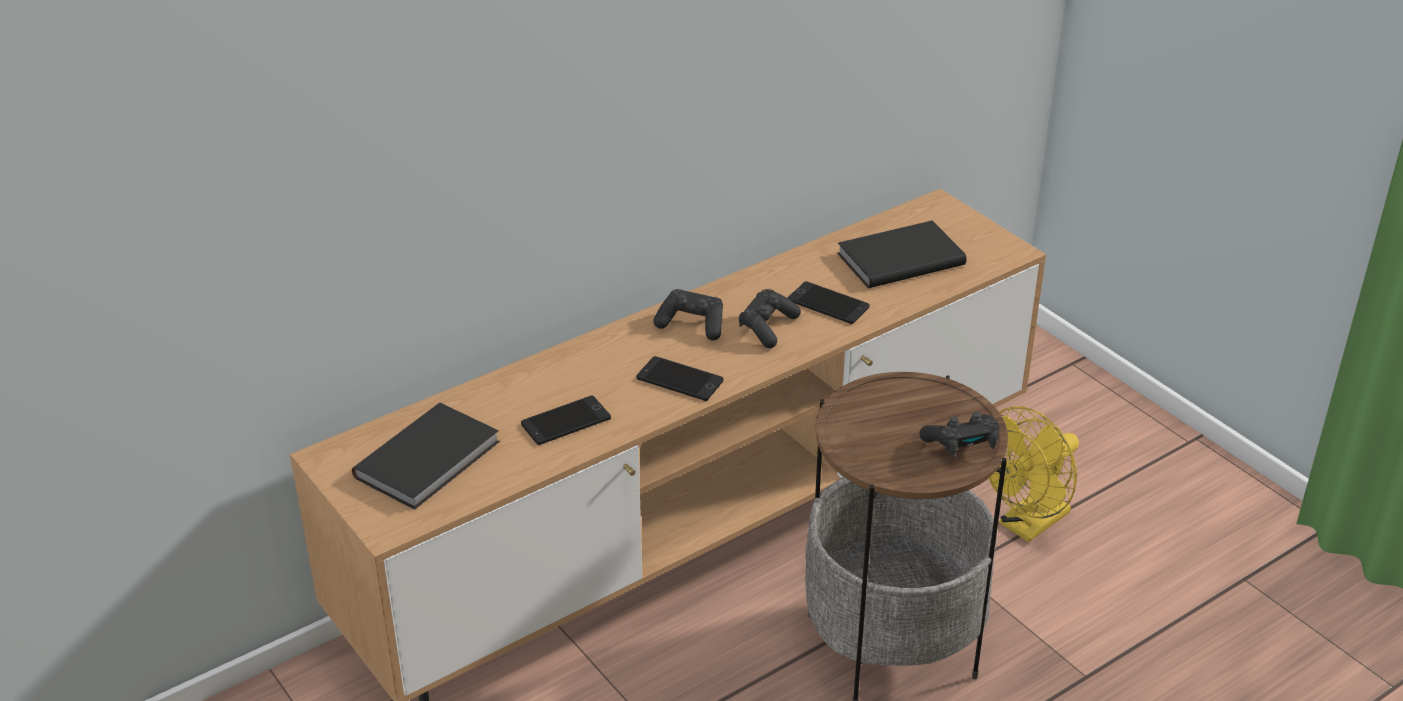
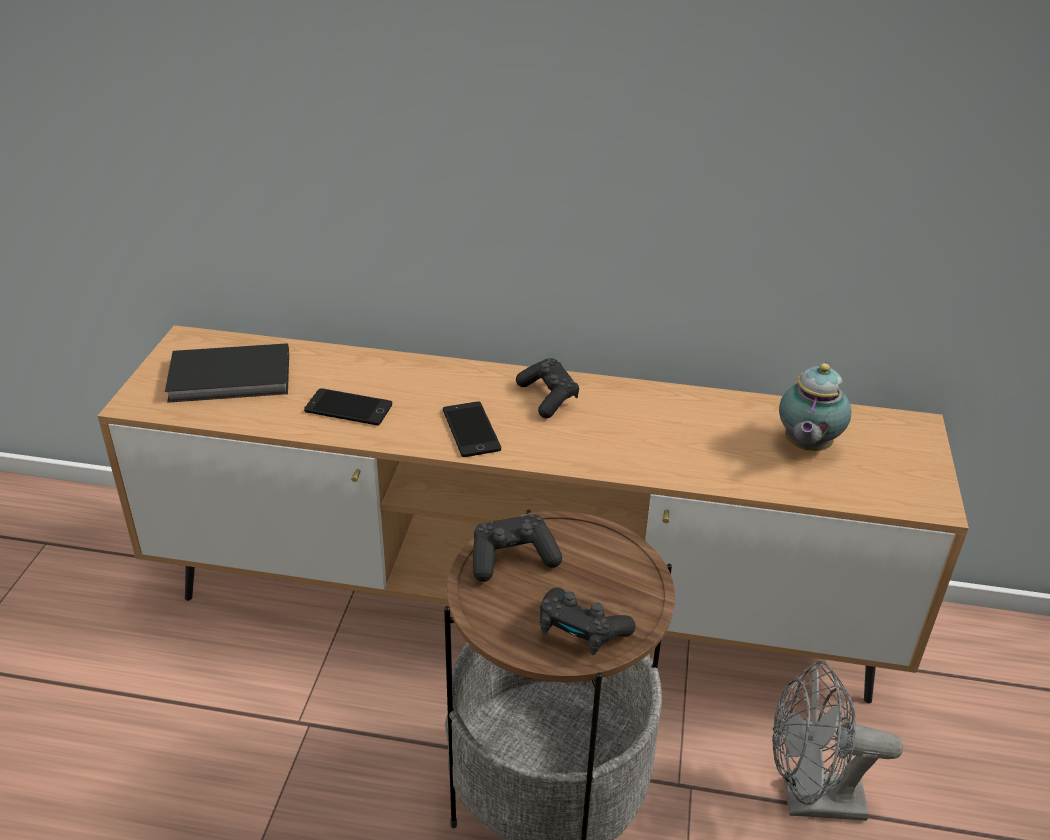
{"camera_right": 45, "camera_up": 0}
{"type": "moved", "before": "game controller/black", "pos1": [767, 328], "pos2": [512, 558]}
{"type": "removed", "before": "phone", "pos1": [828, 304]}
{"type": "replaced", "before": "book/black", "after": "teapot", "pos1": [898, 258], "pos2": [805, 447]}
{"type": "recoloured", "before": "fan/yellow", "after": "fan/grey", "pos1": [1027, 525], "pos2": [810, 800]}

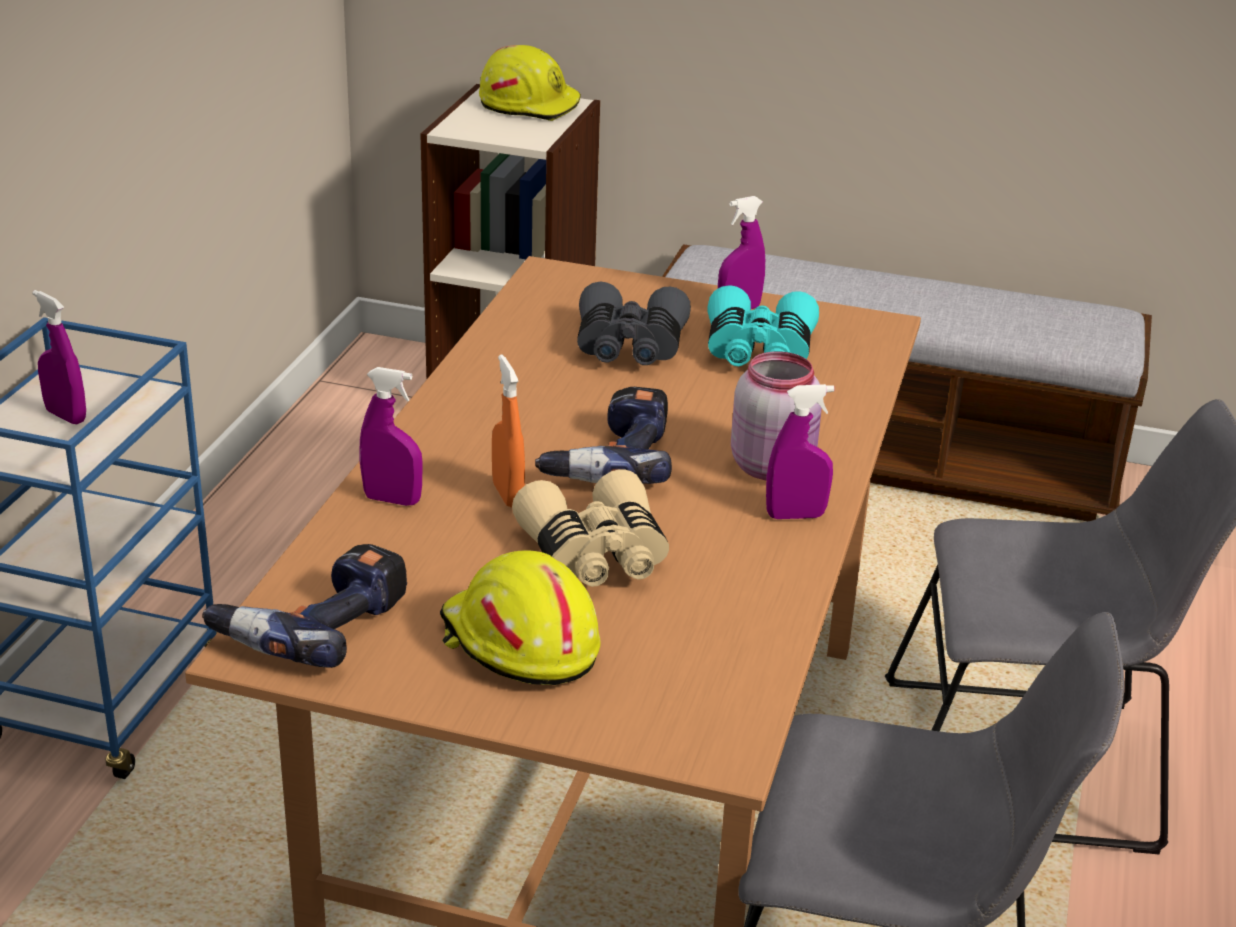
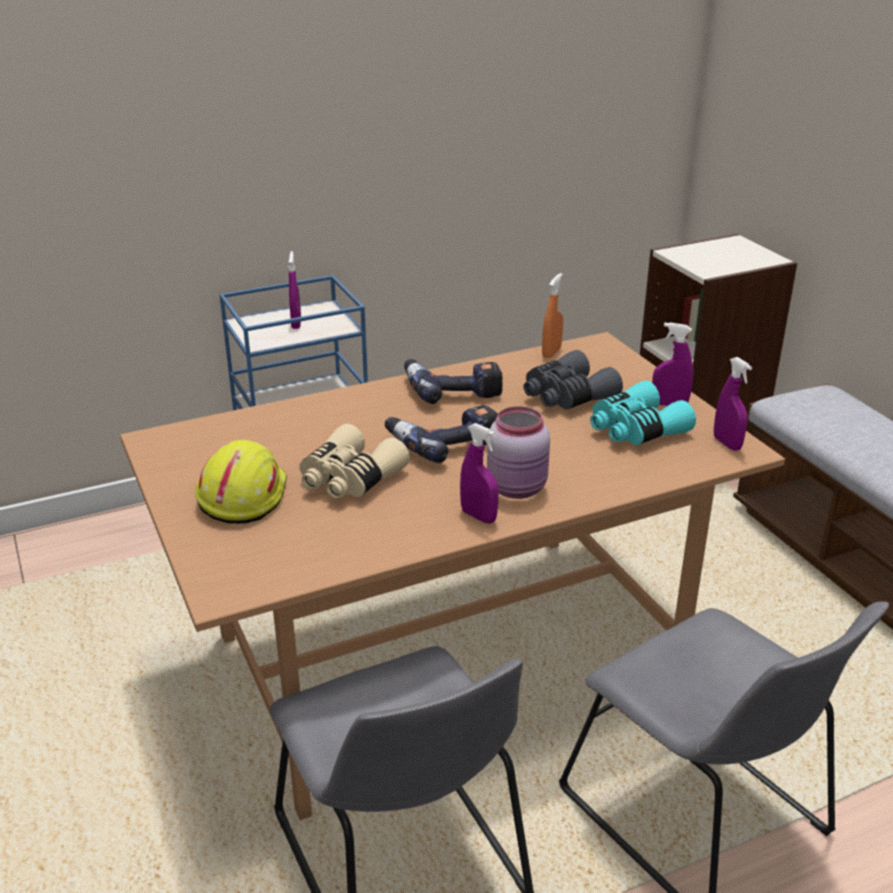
{"camera_right": 50, "camera_up": 0}
{"type": "moved", "before": "power drill", "pos1": [313, 624], "pos2": [452, 389]}
{"type": "moved", "before": "spray bottle/purple", "pos1": [392, 500], "pos2": [727, 444]}
{"type": "removed", "before": "hard hat/yellow", "pos1": [529, 104]}
{"type": "moved", "before": "spray bottle/orange", "pos1": [508, 495], "pos2": [551, 352]}

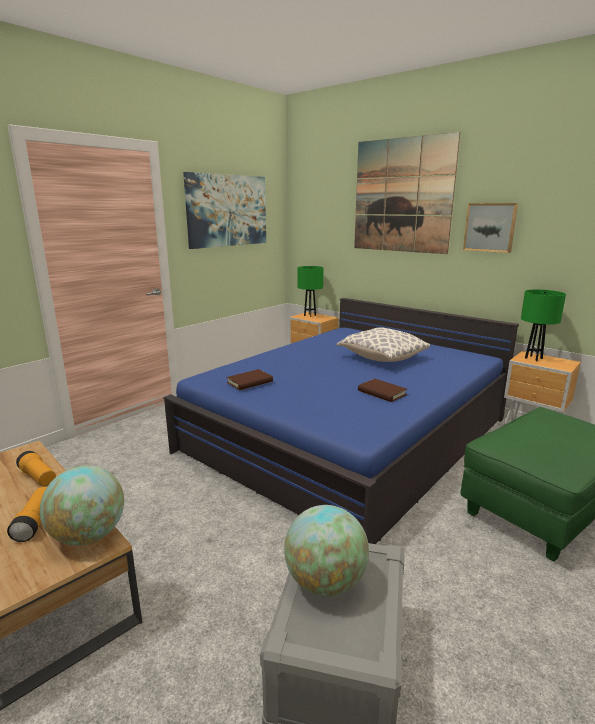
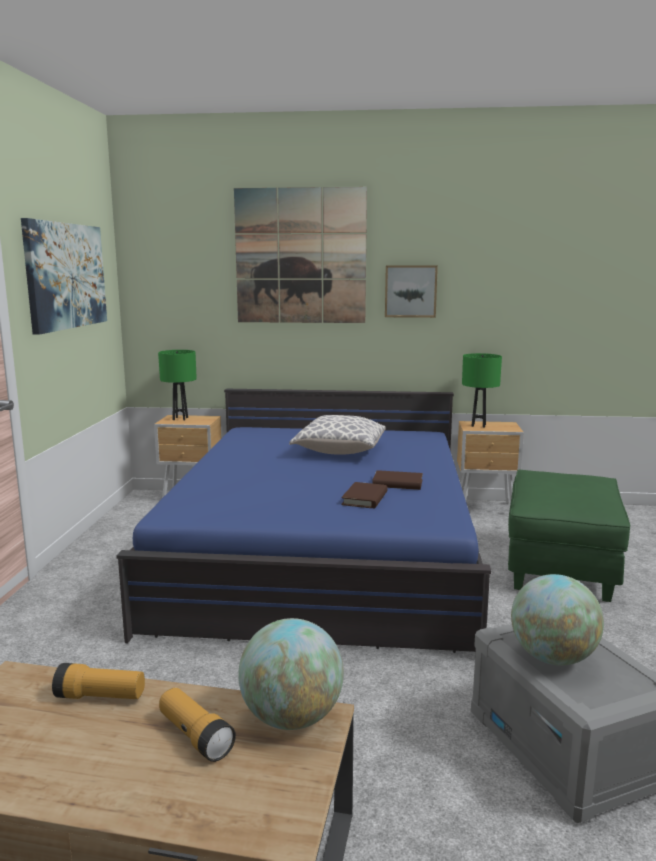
{"camera_right": -35, "camera_up": -5}
{"type": "moved", "before": "book/brown", "pos1": [249, 382], "pos2": [365, 498]}

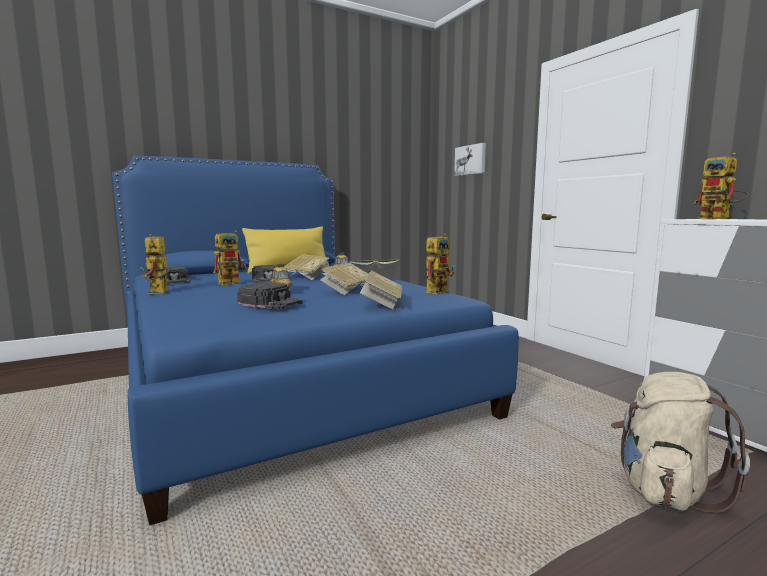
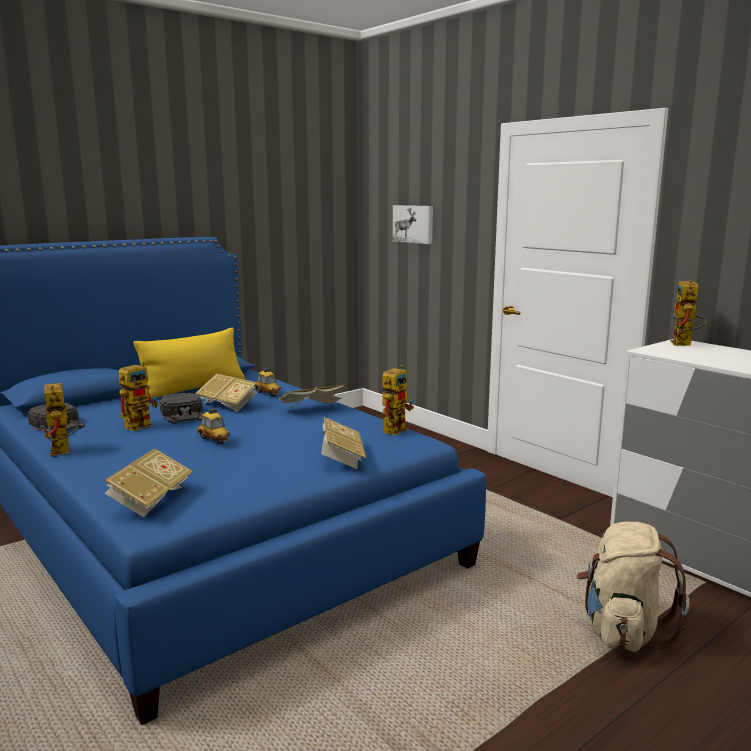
{"camera_right": -10, "camera_up": 5}
{"type": "removed", "before": "cap/black", "pos1": [270, 303]}
{"type": "moved", "before": "book", "pos1": [347, 290], "pos2": [150, 500]}
{"type": "turned", "before": "toy robot", "pos1": [720, 218], "pos2": [684, 345], "turn": 45}

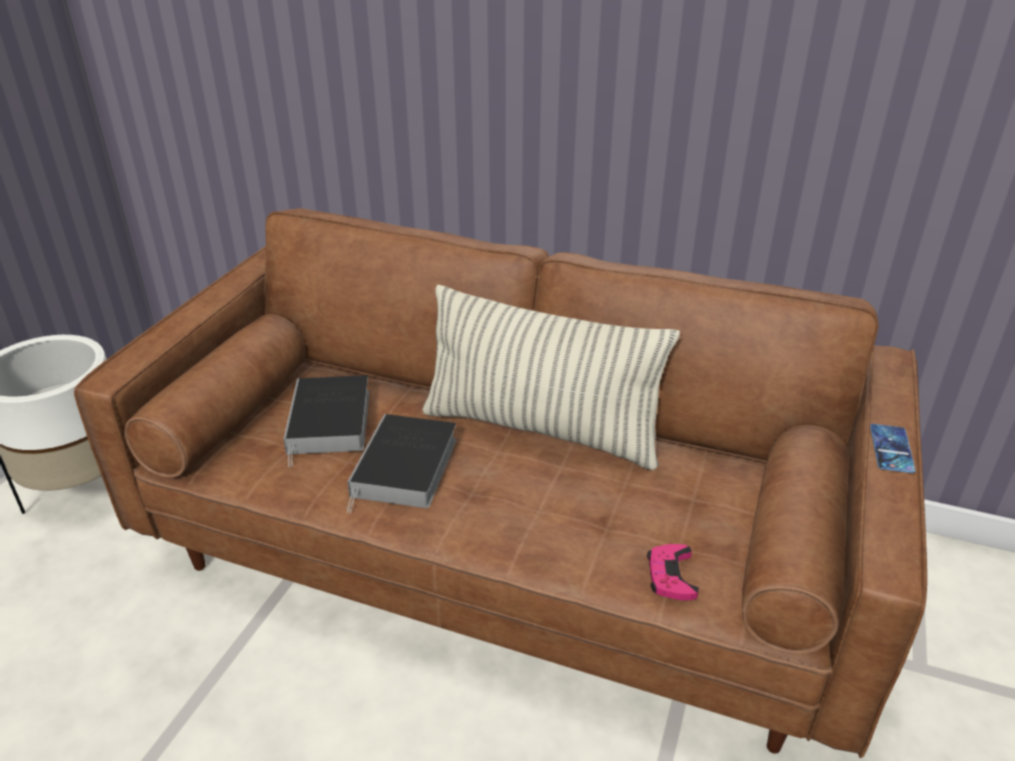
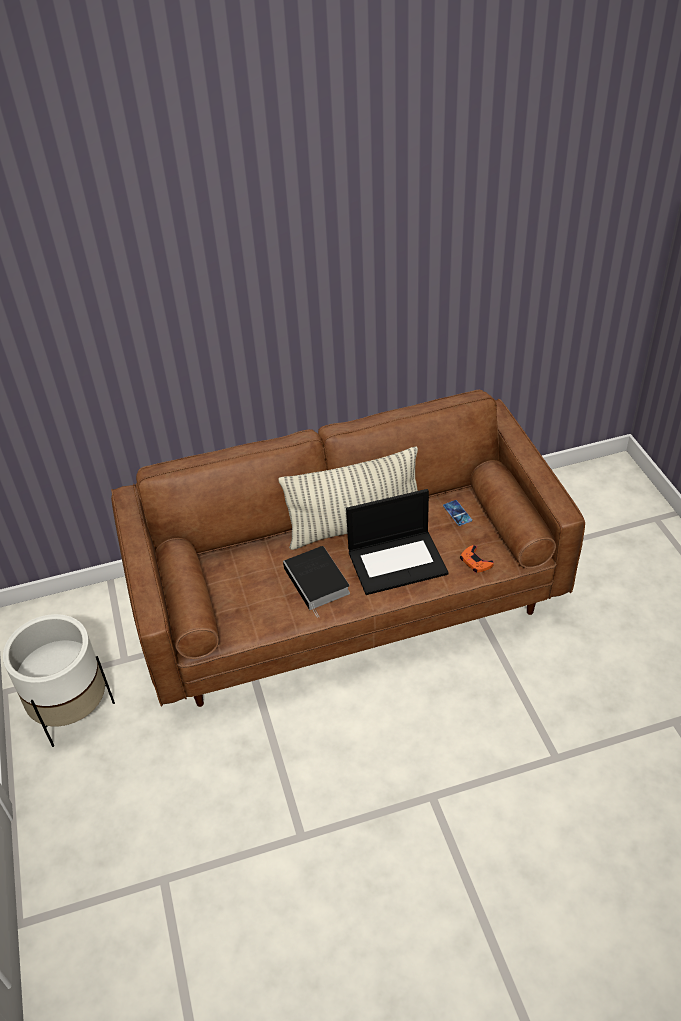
{"camera_right": -35, "camera_up": 10}
{"type": "removed", "before": "book", "pos1": [330, 423]}
{"type": "recoloured", "before": "game controller/pink", "after": "game controller/orange", "pos1": [671, 576], "pos2": [475, 562]}
{"type": "moved", "before": "phone", "pos1": [891, 449], "pos2": [457, 513]}
{"type": "added", "after": "laptop", "pos2": [398, 561]}

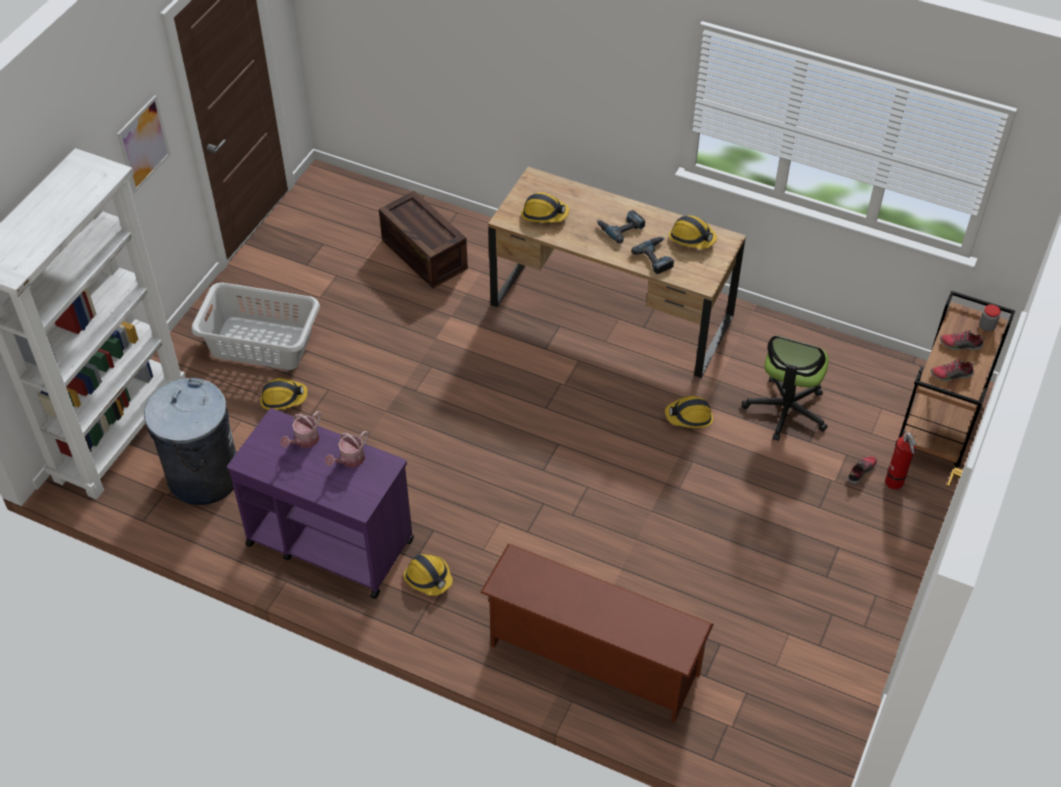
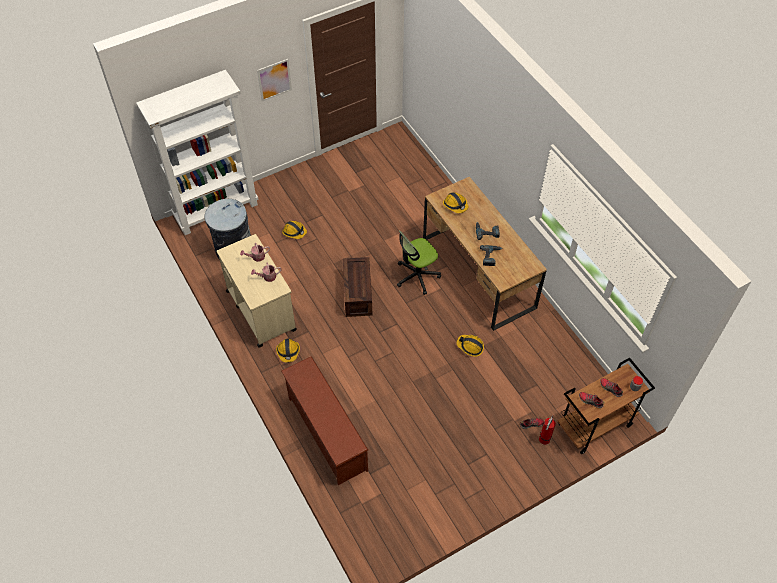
{"camera_right": 35, "camera_up": 5}
{"type": "removed", "before": "laundry basket/grey", "pos1": [261, 344]}
{"type": "recoloured", "before": "cart/purple", "after": "cart/beige", "pos1": [329, 542], "pos2": [261, 310]}
{"type": "moved", "before": "crate", "pos1": [422, 254], "pos2": [357, 293]}
{"type": "removed", "before": "hard hat", "pos1": [692, 238]}
{"type": "moved", "before": "office chair", "pos1": [786, 410], "pos2": [417, 276]}

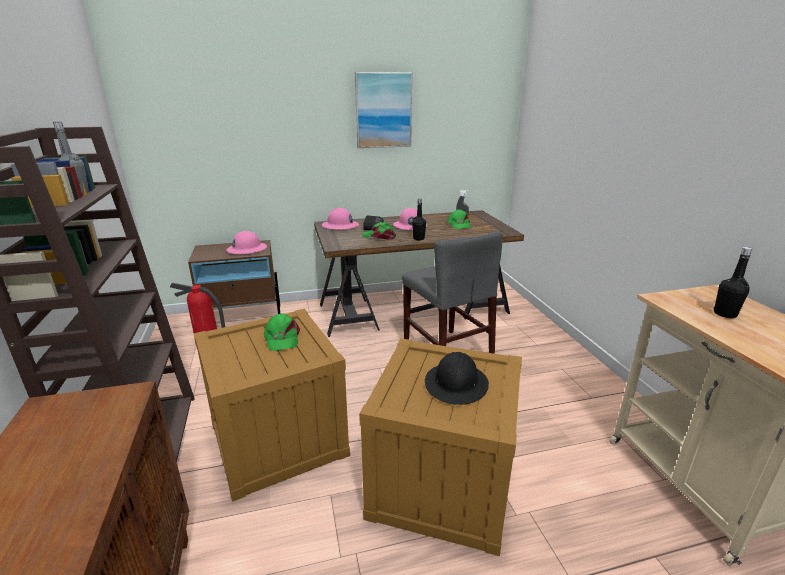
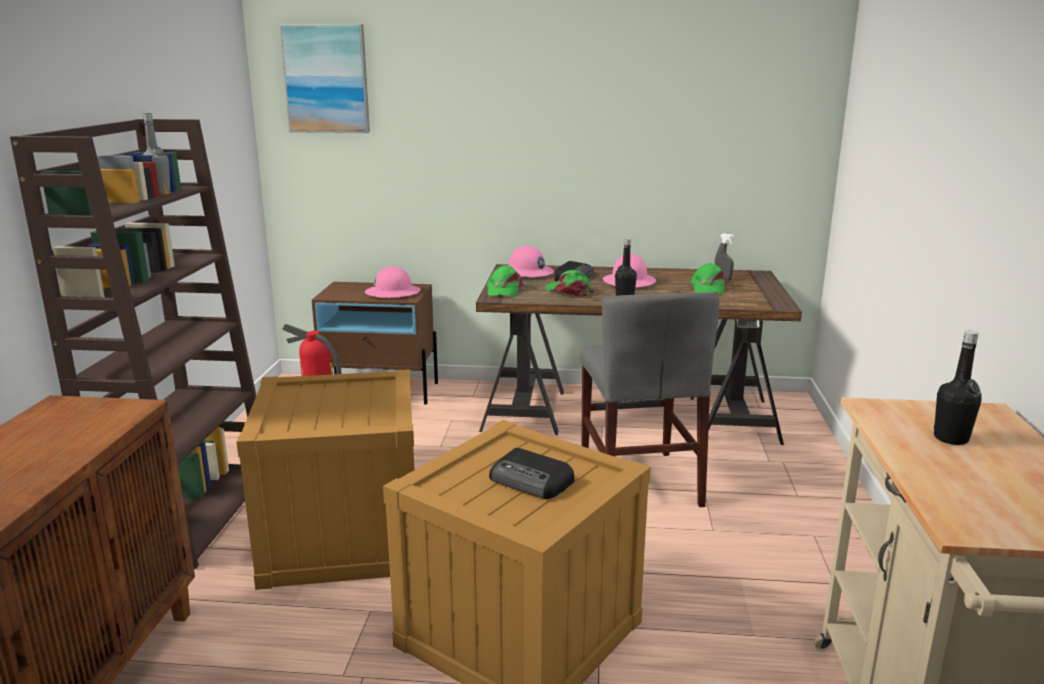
{"camera_right": 20, "camera_up": -5}
{"type": "moved", "before": "cap/green", "pos1": [282, 338], "pos2": [503, 290]}
{"type": "moved", "before": "picture", "pos1": [383, 110], "pos2": [326, 79]}
{"type": "replaced", "before": "hard hat/black", "after": "radio", "pos1": [456, 384], "pos2": [532, 481]}

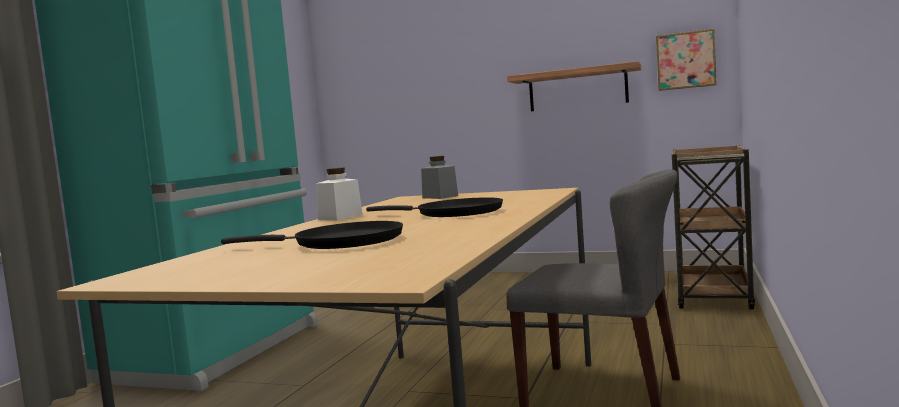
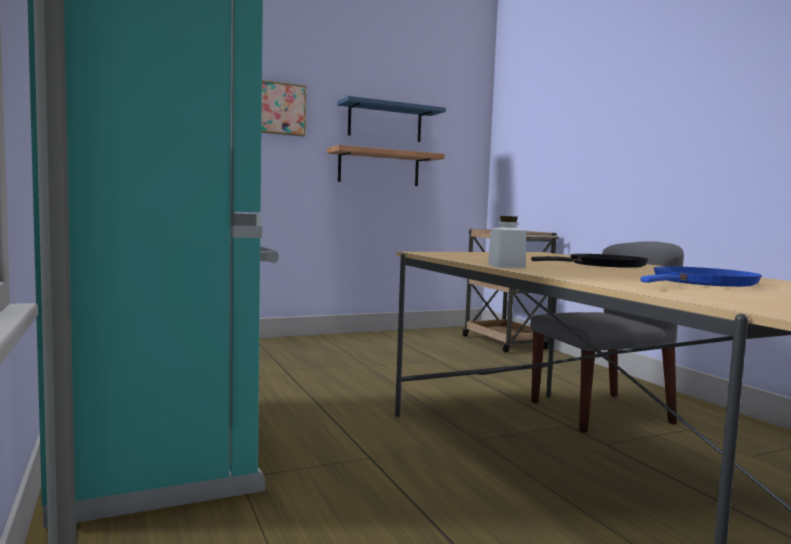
{"camera_right": -45, "camera_up": 0}
{"type": "recoloured", "before": "frying pan/black", "after": "frying pan/blue", "pos1": [341, 242], "pos2": [701, 283]}
{"type": "removed", "before": "jar/grey", "pos1": [440, 197]}
{"type": "moved", "before": "picture", "pos1": [685, 60], "pos2": [280, 109]}
{"type": "added", "after": "shelf/blue", "pos2": [385, 122]}

